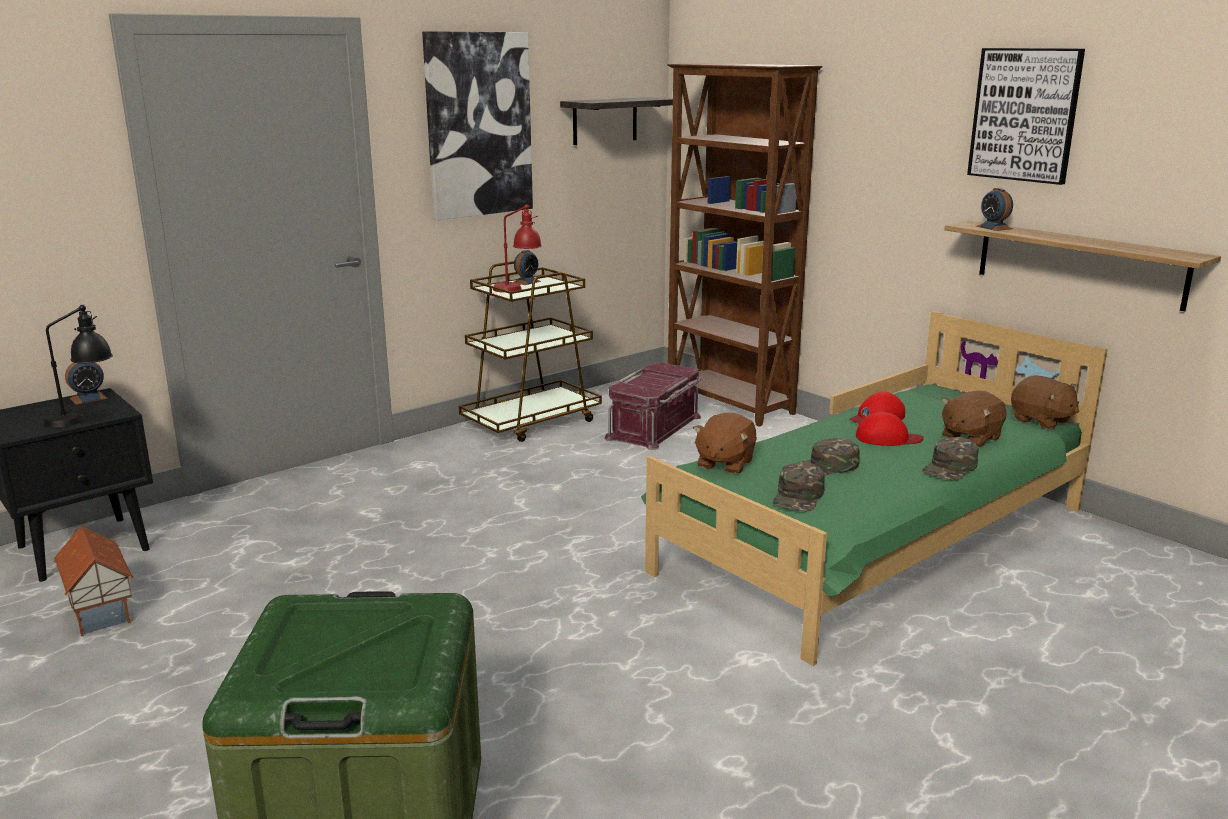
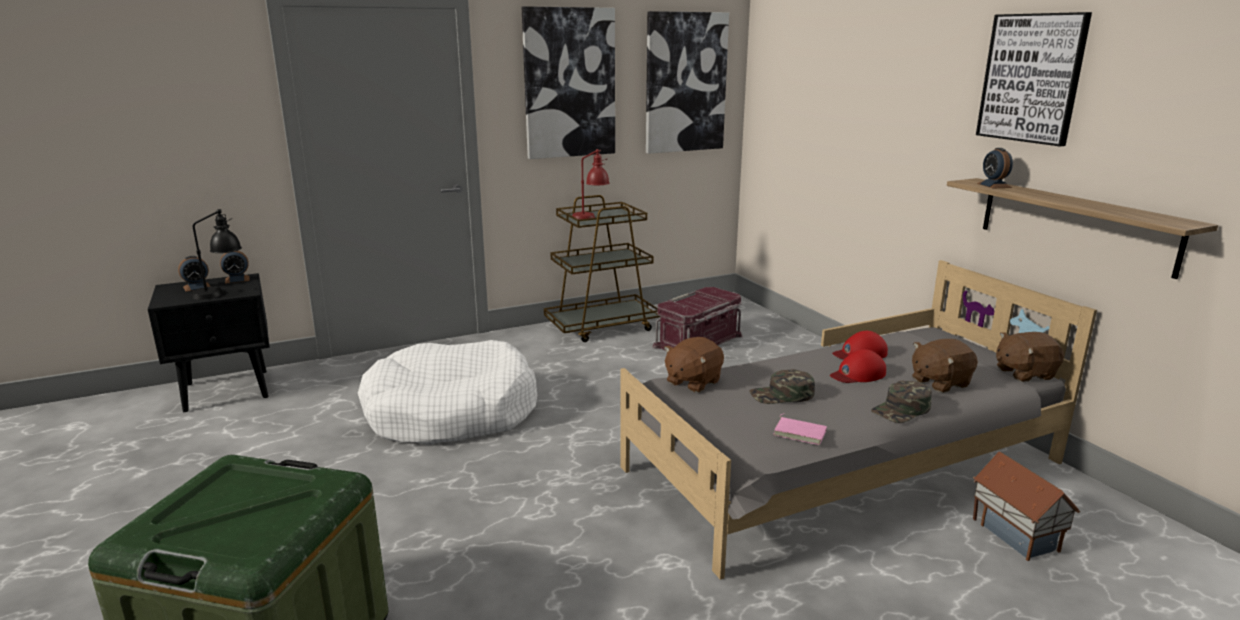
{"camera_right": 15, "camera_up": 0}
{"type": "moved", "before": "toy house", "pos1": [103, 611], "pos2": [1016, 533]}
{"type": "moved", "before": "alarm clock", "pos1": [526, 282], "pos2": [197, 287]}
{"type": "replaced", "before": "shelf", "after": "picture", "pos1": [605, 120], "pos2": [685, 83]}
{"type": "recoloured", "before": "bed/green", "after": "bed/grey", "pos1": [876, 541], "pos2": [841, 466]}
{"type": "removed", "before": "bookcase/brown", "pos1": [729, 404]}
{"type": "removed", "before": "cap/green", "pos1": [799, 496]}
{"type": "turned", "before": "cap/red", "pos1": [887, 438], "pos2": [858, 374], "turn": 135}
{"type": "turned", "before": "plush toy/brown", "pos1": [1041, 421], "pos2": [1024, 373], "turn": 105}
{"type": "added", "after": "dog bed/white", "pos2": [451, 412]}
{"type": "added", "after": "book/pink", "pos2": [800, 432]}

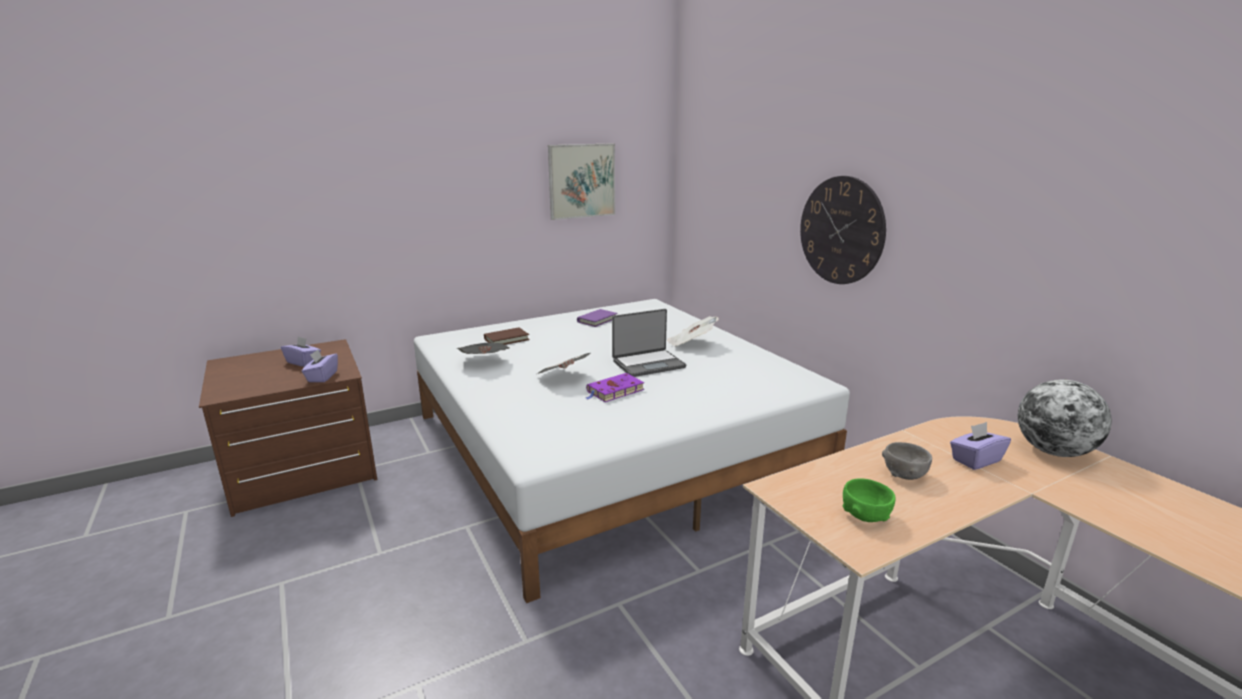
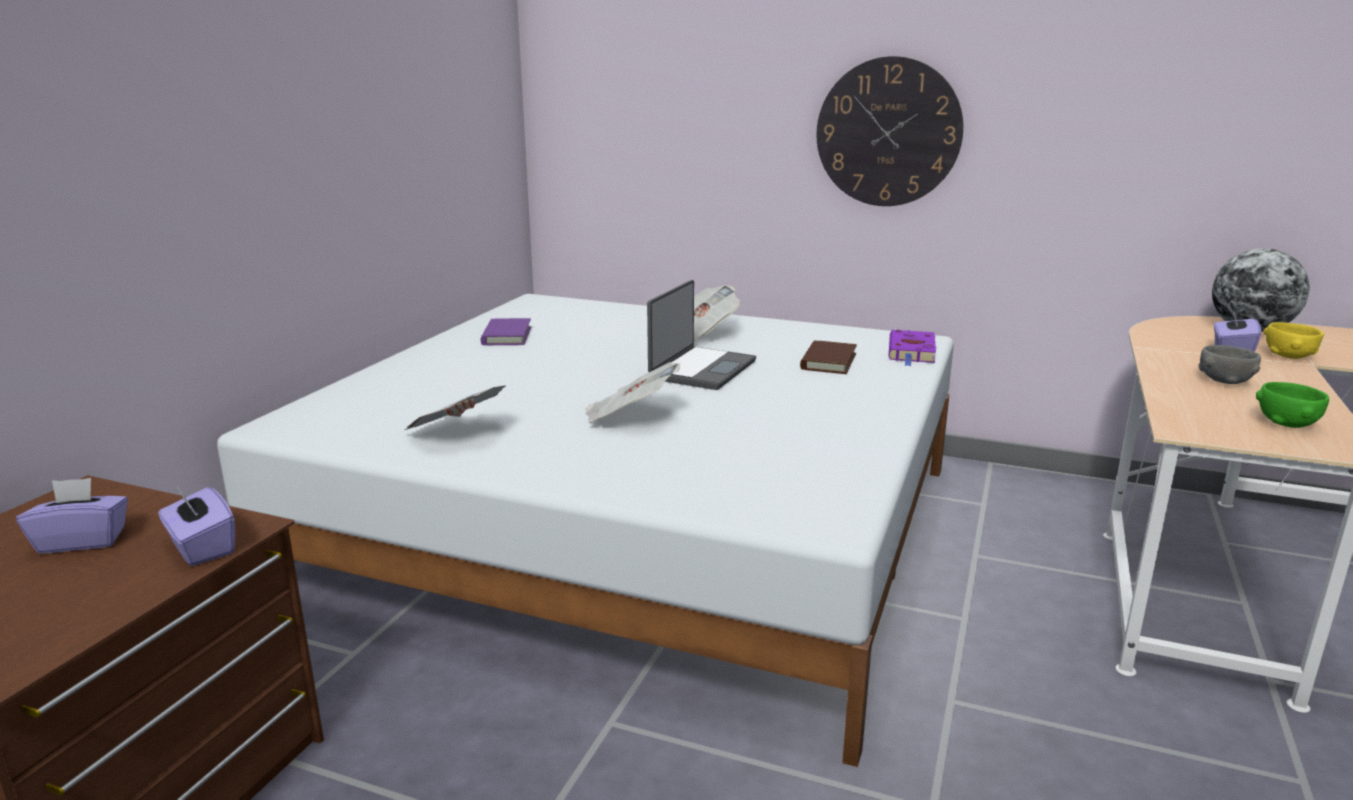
{"camera_right": -40, "camera_up": 0}
{"type": "moved", "before": "book/brown", "pos1": [506, 339], "pos2": [828, 361]}
{"type": "removed", "before": "picture", "pos1": [582, 181]}
{"type": "moved", "before": "book/purple", "pos1": [614, 391], "pos2": [912, 352]}
{"type": "added", "after": "bowl/yellow", "pos2": [1288, 356]}

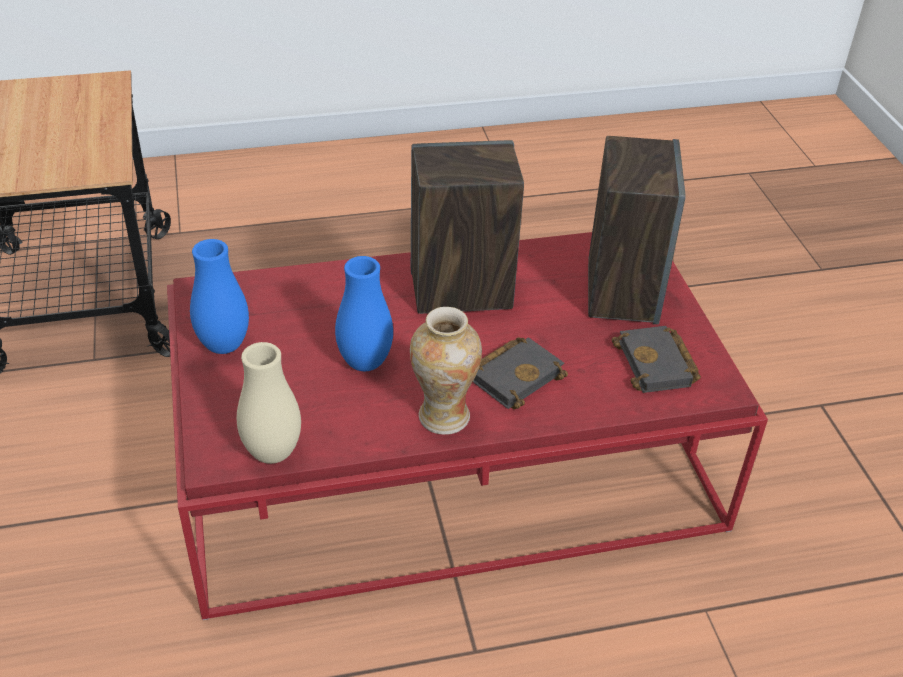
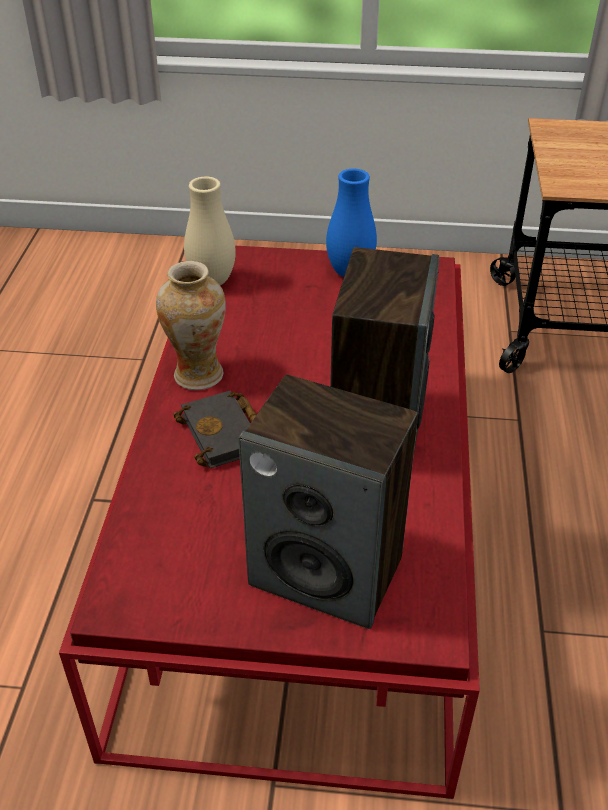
{"camera_right": 110, "camera_up": 0}
{"type": "removed", "before": "vase/blue", "pos1": [365, 363]}
{"type": "removed", "before": "book/black", "pos1": [658, 365]}

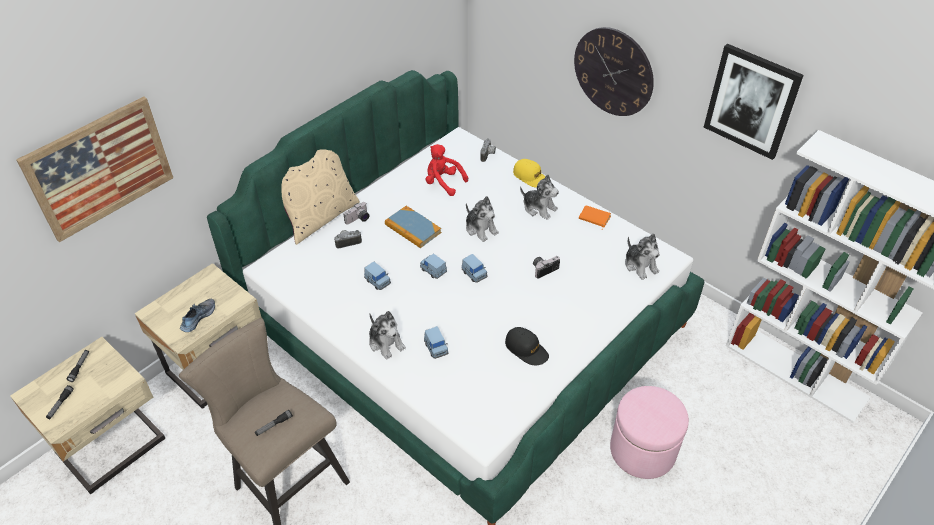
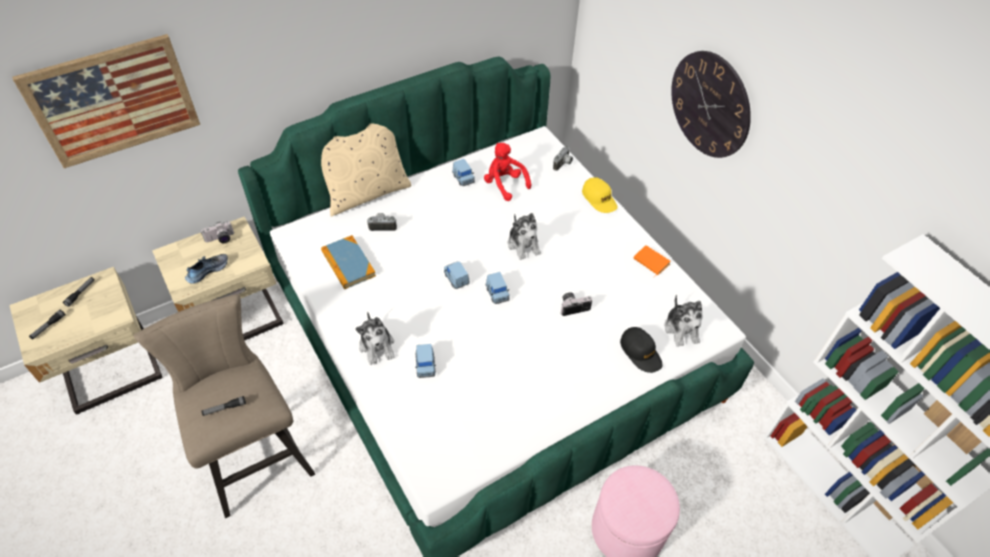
{"camera_right": 15, "camera_up": 5}
{"type": "moved", "before": "photo camera", "pos1": [358, 219], "pos2": [220, 239]}
{"type": "moved", "before": "toy car/blue", "pos1": [377, 281], "pos2": [463, 178]}
{"type": "moved", "before": "book", "pos1": [413, 229], "pos2": [348, 264]}
{"type": "moved", "before": "cap/black", "pos1": [526, 349], "pos2": [640, 352]}
{"type": "removed", "before": "plush toy", "pos1": [539, 208]}
{"type": "removed", "before": "picture", "pos1": [751, 101]}

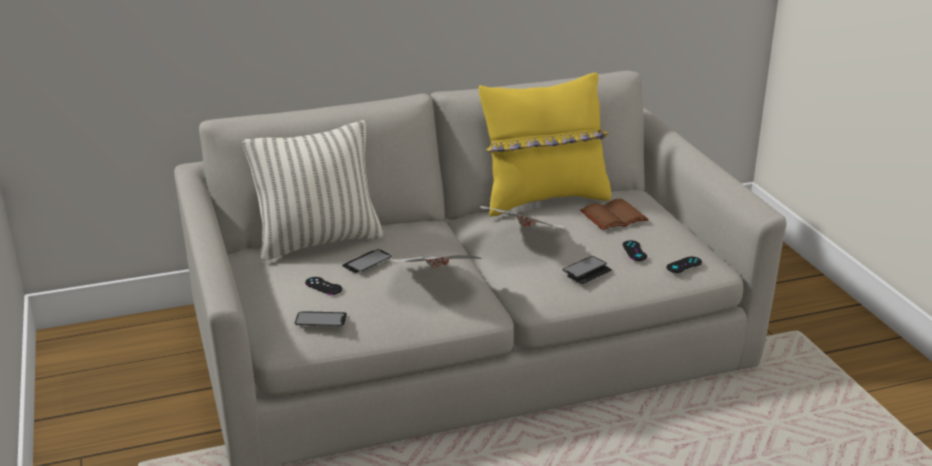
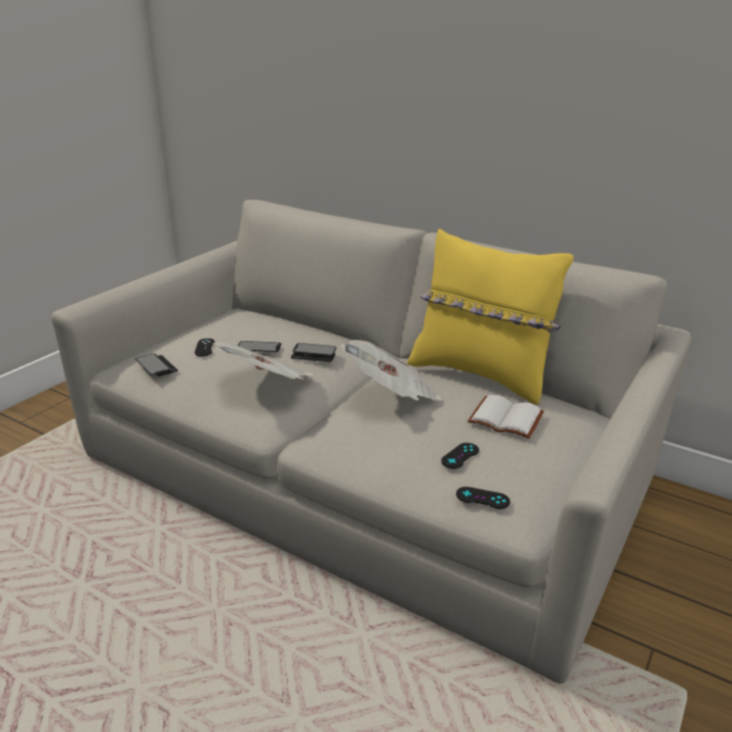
{"camera_right": 50, "camera_up": 0}
{"type": "removed", "before": "pillow", "pos1": [319, 241]}
{"type": "moved", "before": "phone", "pos1": [587, 271], "pos2": [314, 354]}
{"type": "recoloured", "before": "book/brown", "after": "book/white", "pos1": [614, 216], "pos2": [507, 418]}

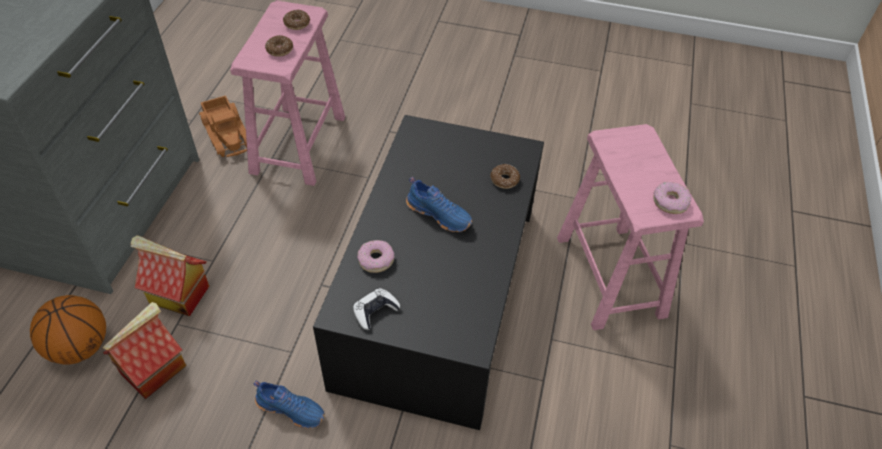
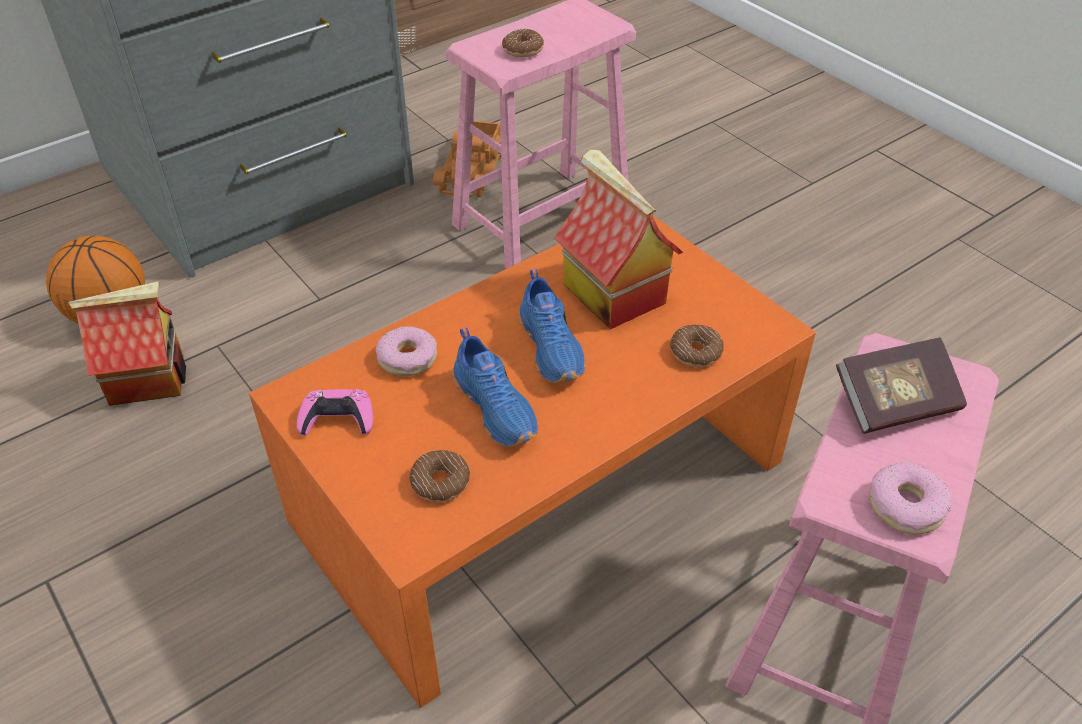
{"camera_right": 40, "camera_up": -5}
{"type": "moved", "before": "toy house", "pos1": [178, 295], "pos2": [611, 293]}
{"type": "moved", "before": "shoe/blue", "pos1": [291, 408], "pos2": [497, 407]}
{"type": "moved", "before": "donut", "pos1": [297, 24], "pos2": [440, 482]}
{"type": "recoloured", "before": "coffee table/black", "after": "coffee table/orange", "pos1": [436, 293], "pos2": [539, 489]}
{"type": "recoloured", "before": "game controller/white", "after": "game controller/pink", "pos1": [375, 311], "pos2": [337, 419]}
{"type": "added", "after": "book", "pos2": [895, 403]}

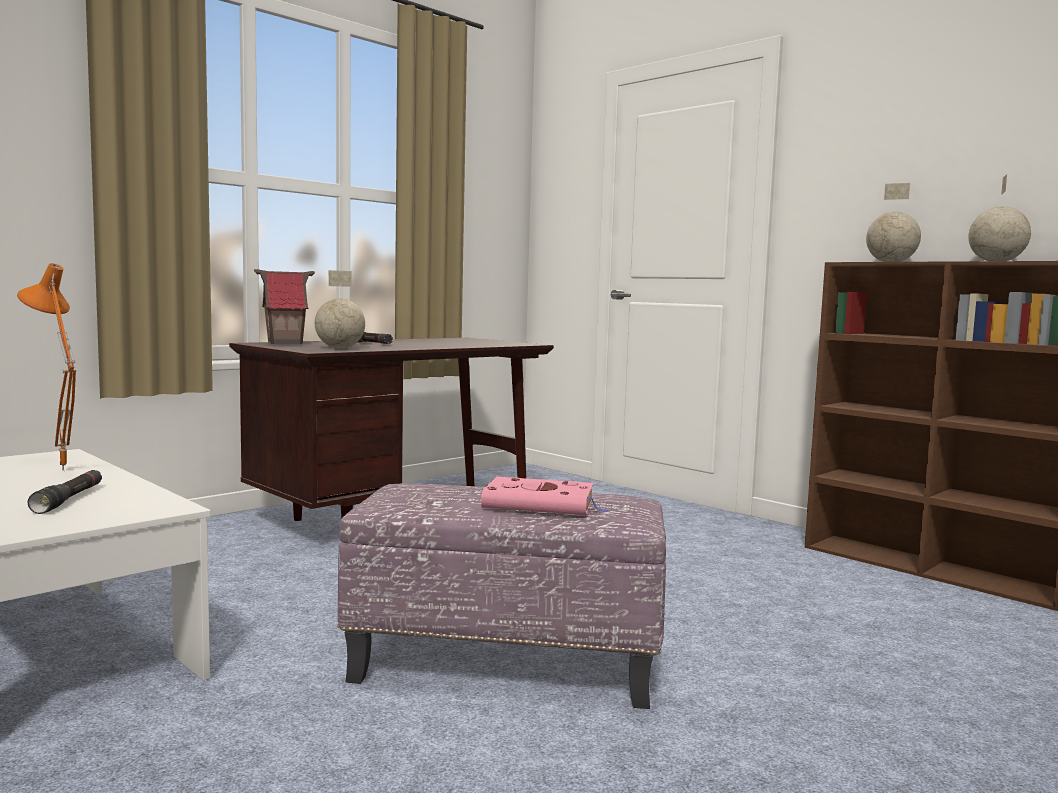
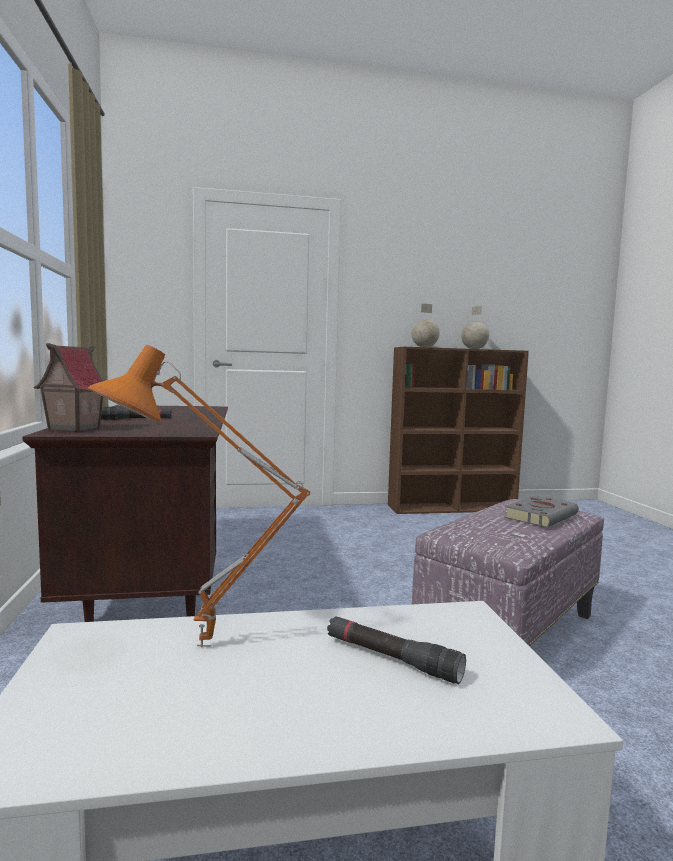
{"camera_right": -55, "camera_up": 0}
{"type": "removed", "before": "globe", "pos1": [340, 348]}
{"type": "recoloured", "before": "book/pink", "after": "book/grey", "pos1": [542, 504], "pos2": [541, 516]}

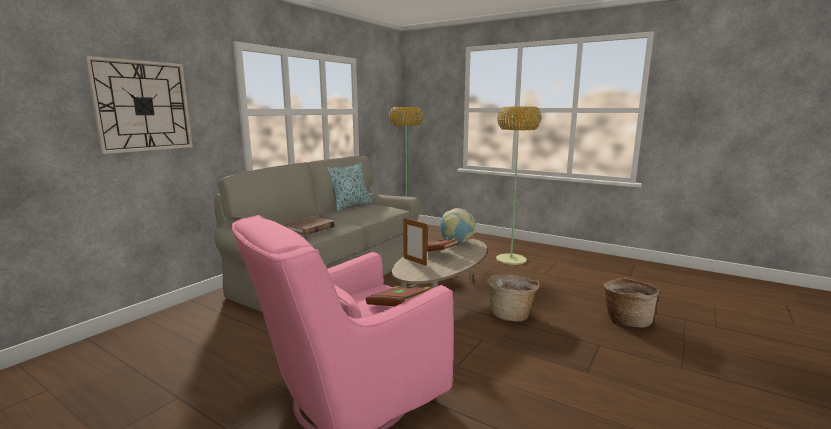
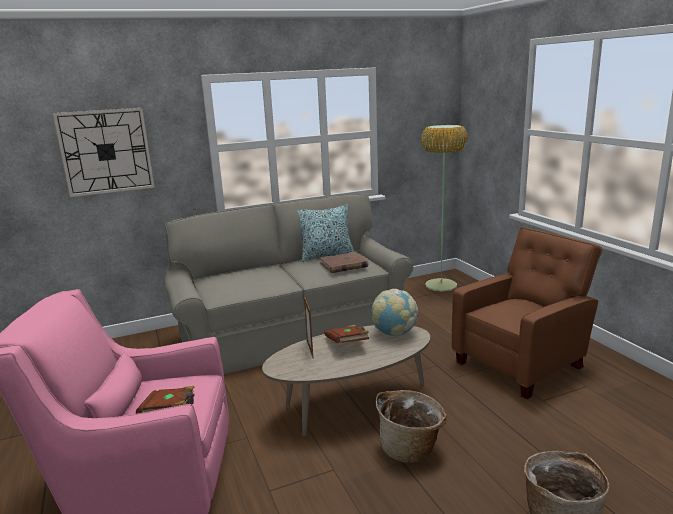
{"camera_right": 35, "camera_up": 5}
{"type": "moved", "before": "book/brown", "pos1": [310, 228], "pos2": [344, 265]}
{"type": "replaced", "before": "floor lamp", "after": "armchair/brown", "pos1": [511, 259], "pos2": [522, 363]}

